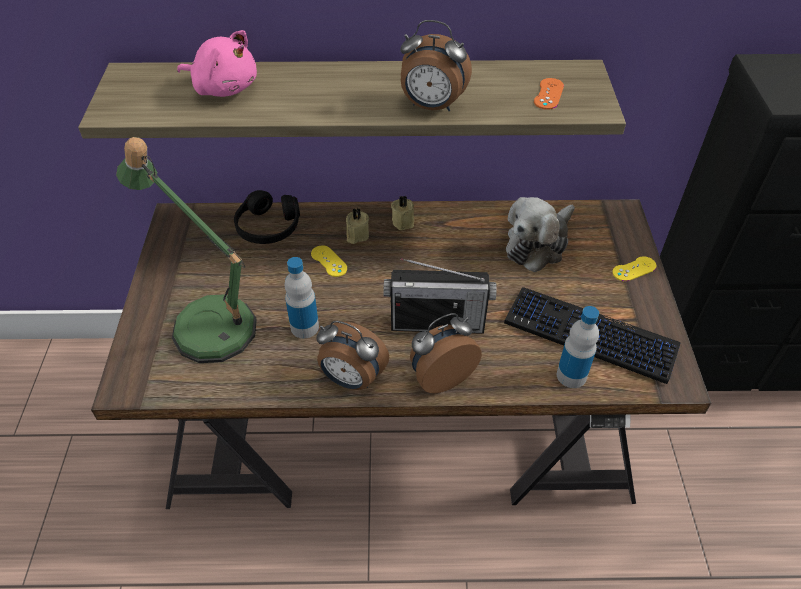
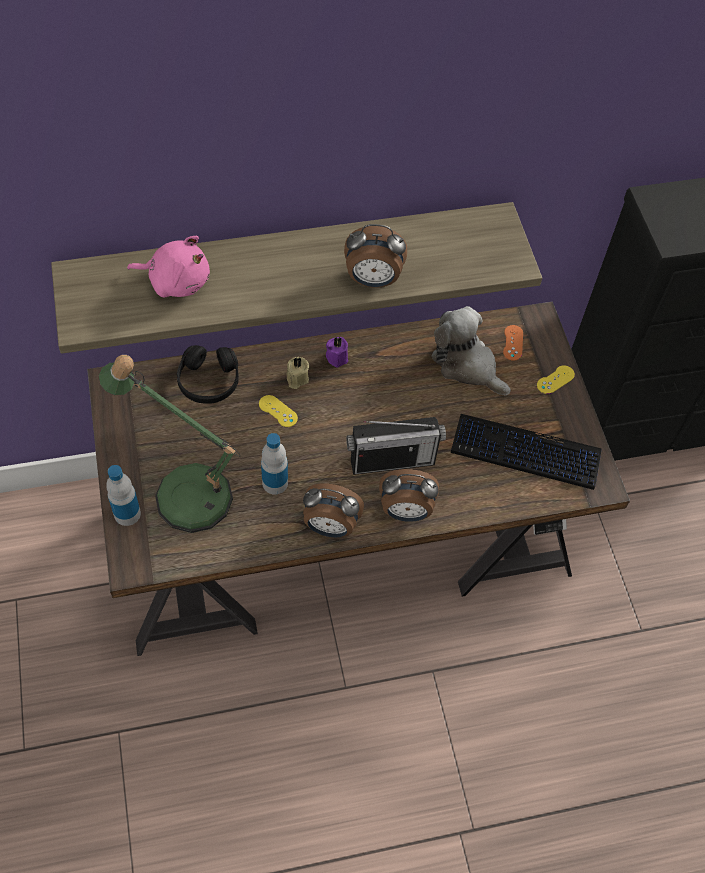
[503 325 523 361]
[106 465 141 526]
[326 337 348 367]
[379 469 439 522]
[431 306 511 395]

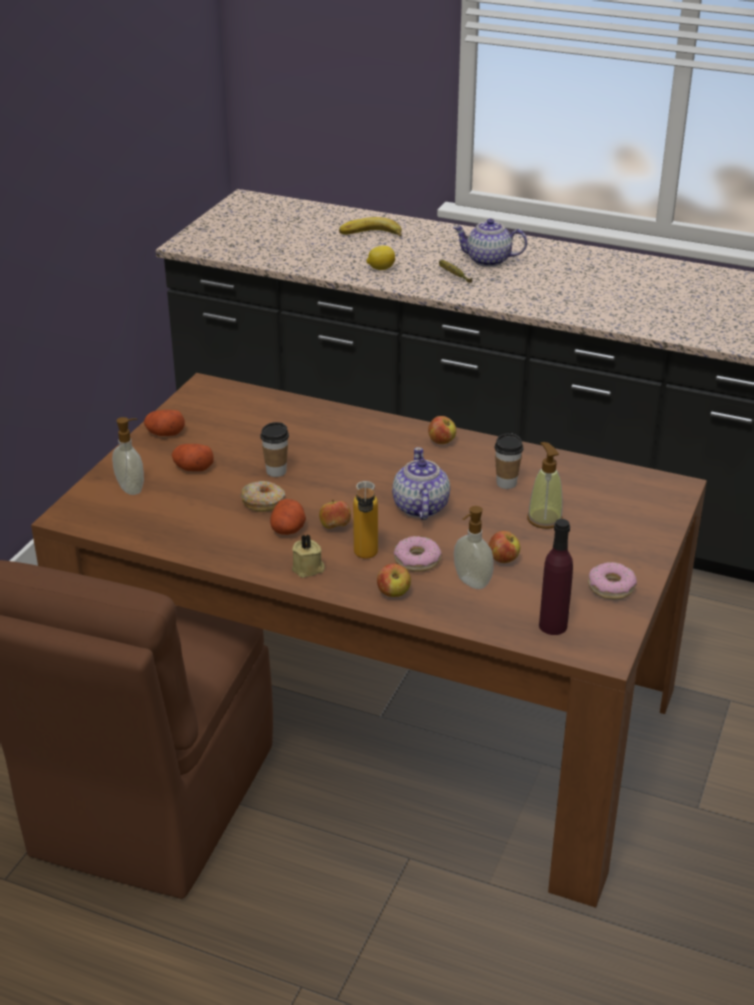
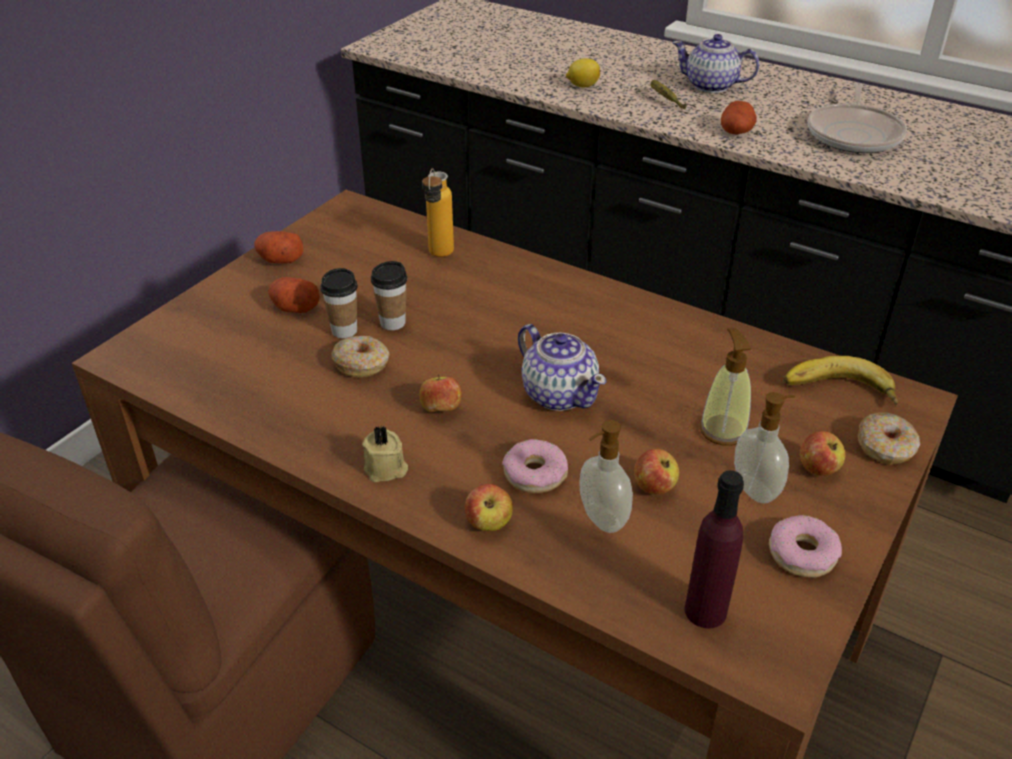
[808 82 907 153]
[858 412 920 465]
[734 392 795 503]
[721 101 757 135]
[784 356 898 406]
[422 168 454 257]
[800 431 845 476]
[320 268 358 338]
[518 324 606 411]

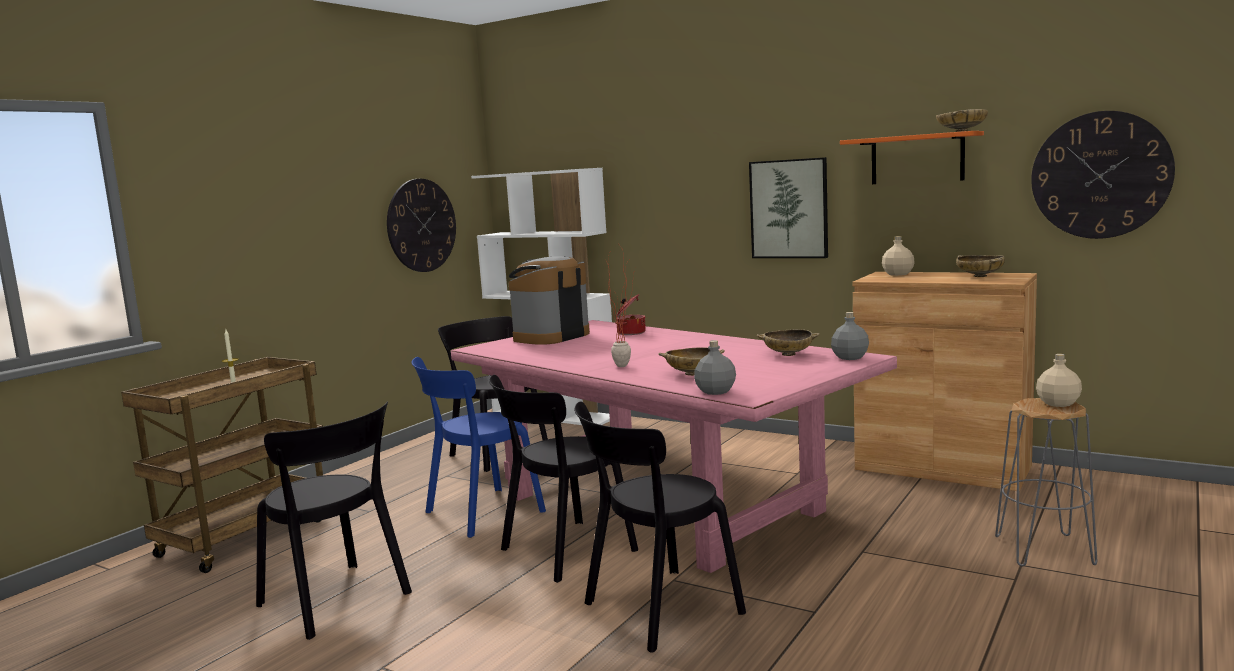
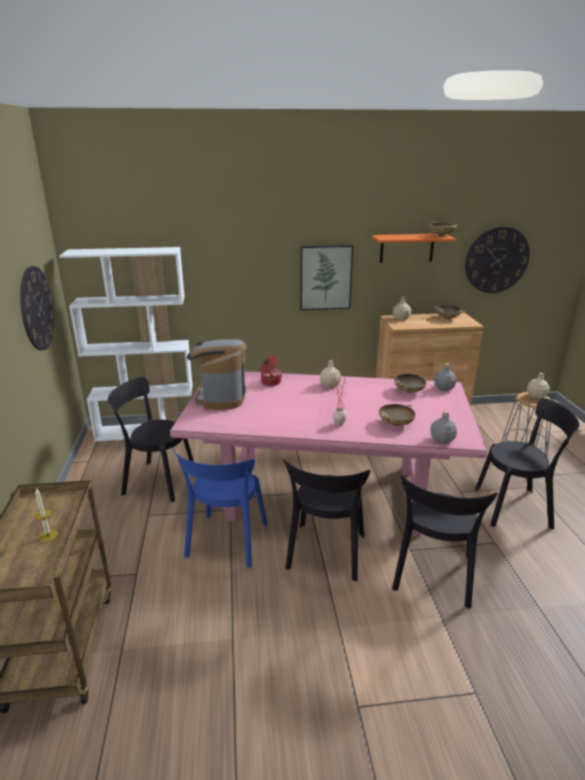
[320 360 341 388]
[475 398 580 529]

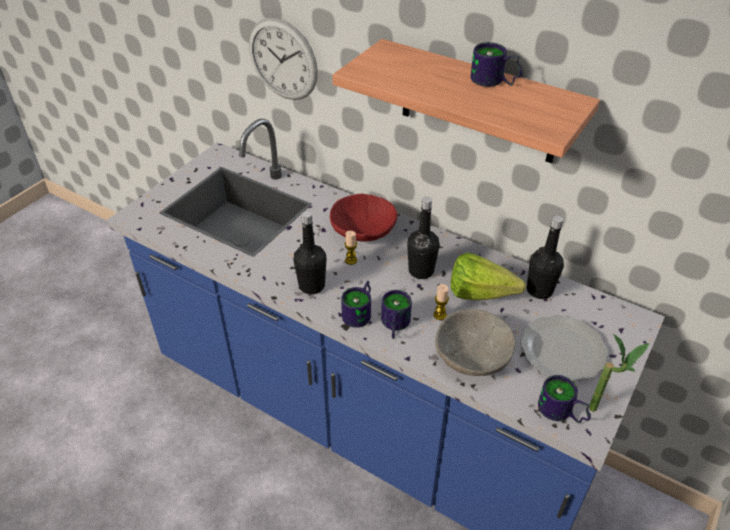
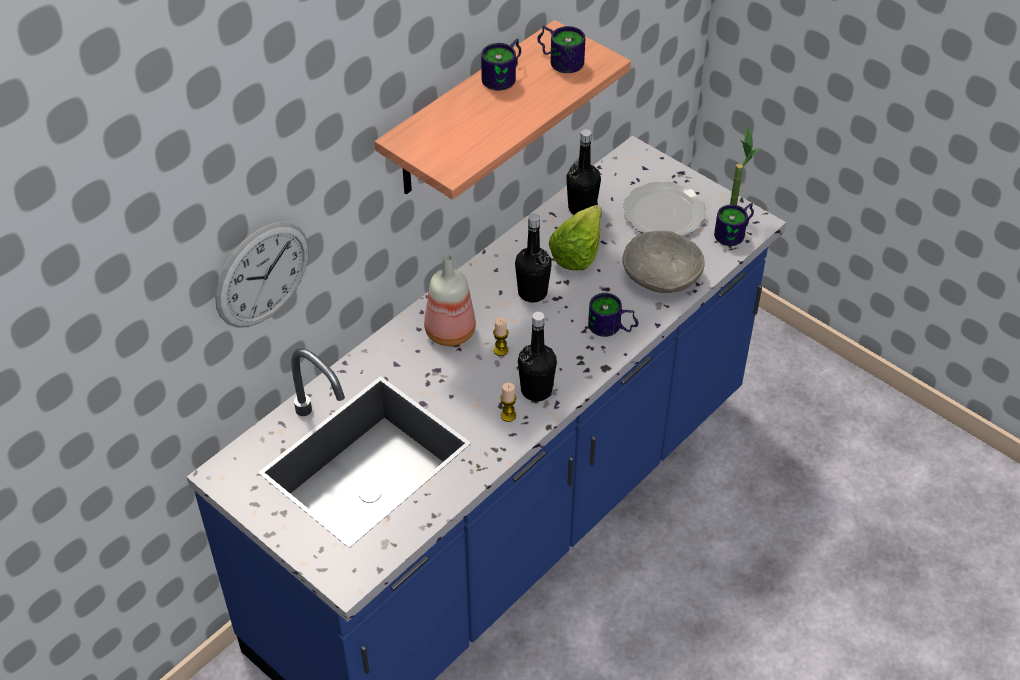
[538 25 585 73]
[500 383 516 422]
[424 255 476 346]

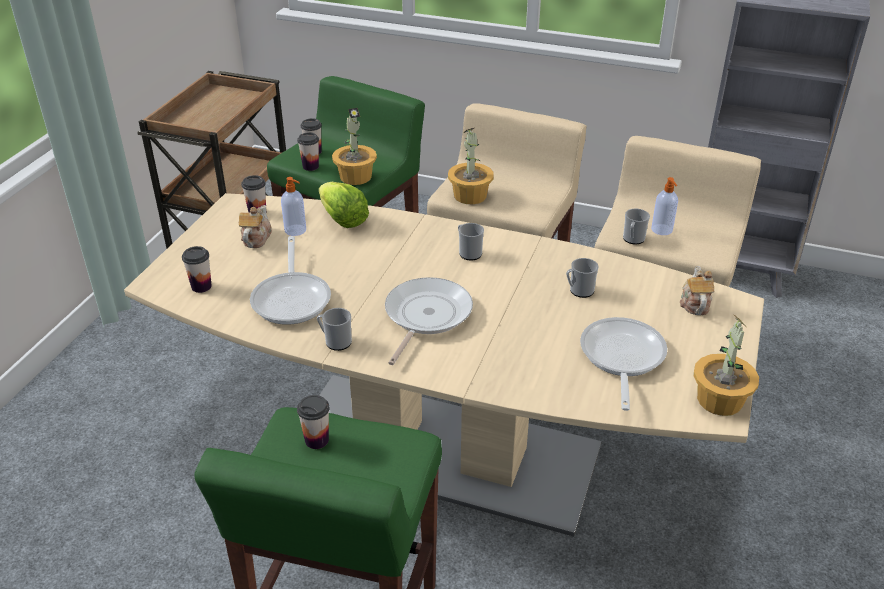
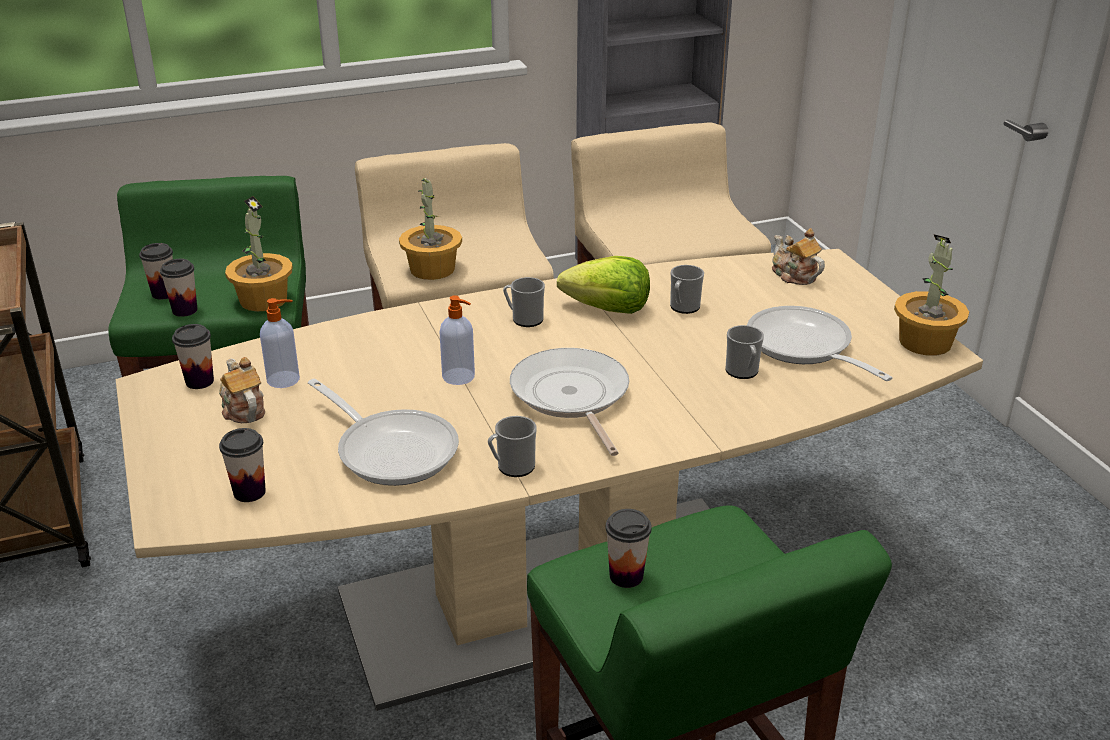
[557 256 650 314]
[725 325 764 379]
[439 295 475 385]

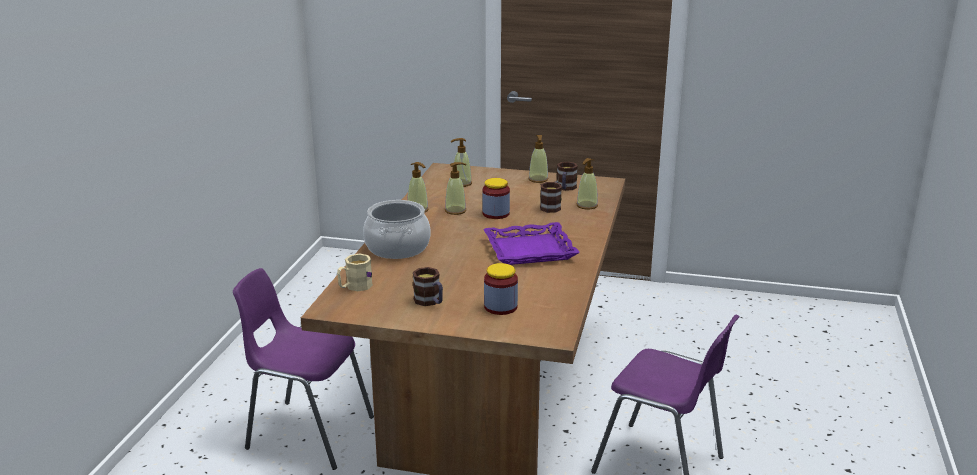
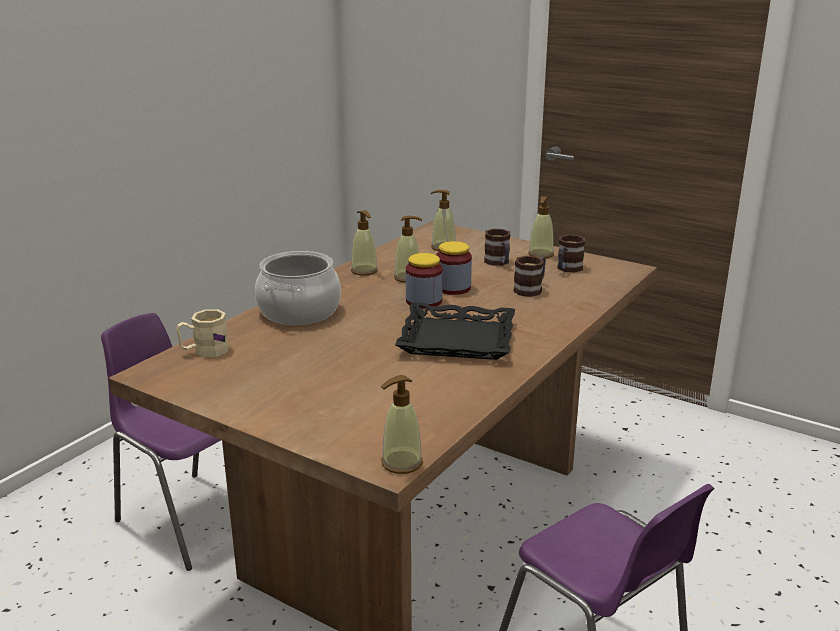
[484 229 510 266]
[406 253 443 309]
[381 375 423 474]
[395 302 515 360]

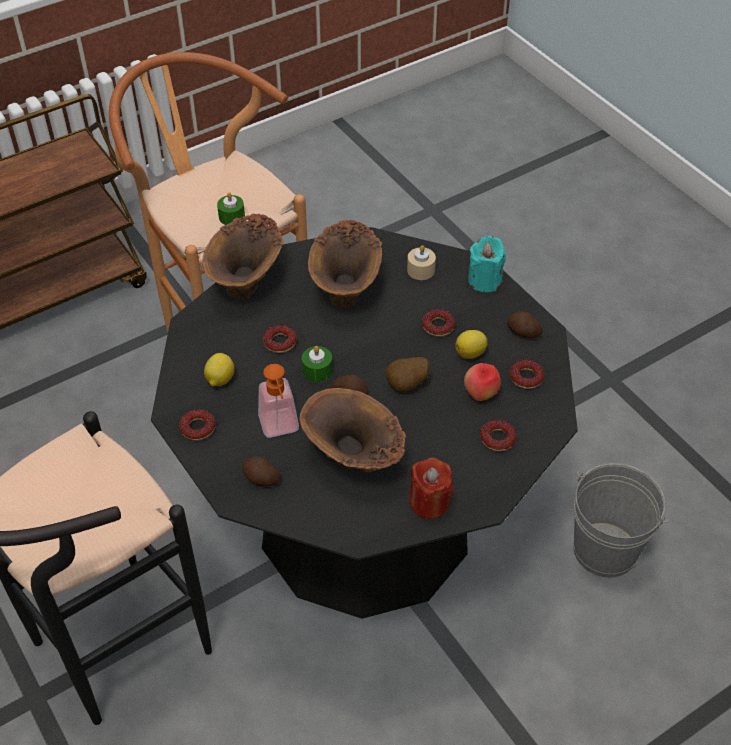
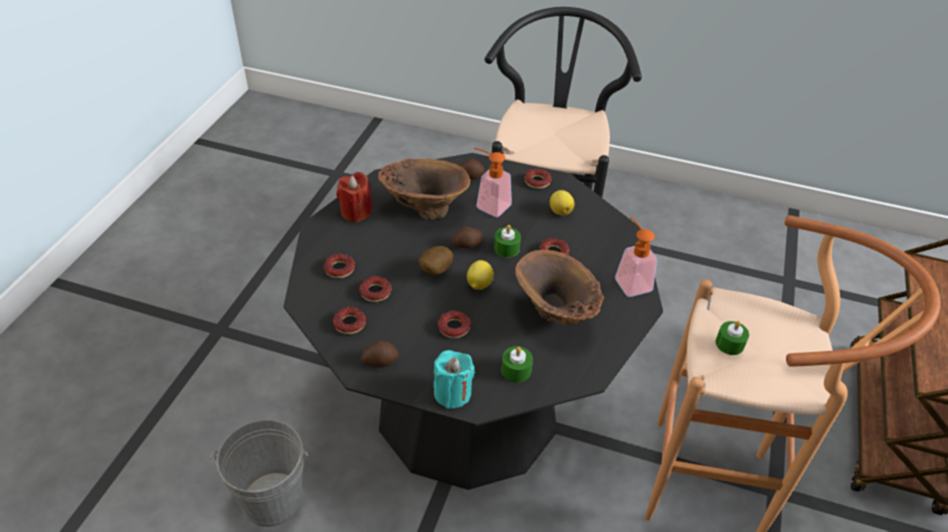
[467 260 494 290]
[615 217 657 297]
[360 276 391 302]
[501 346 533 383]

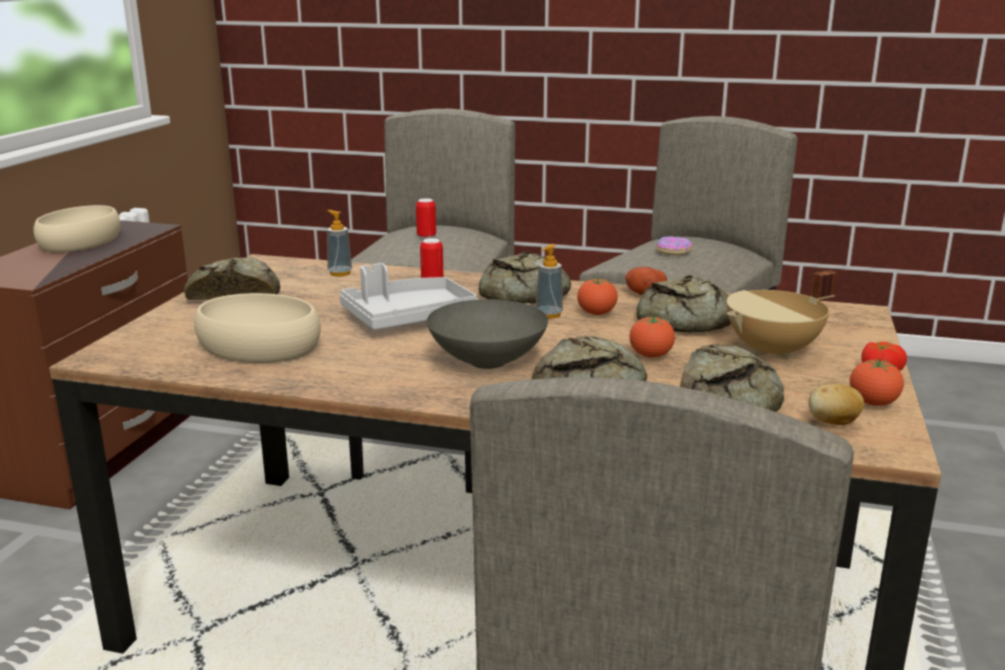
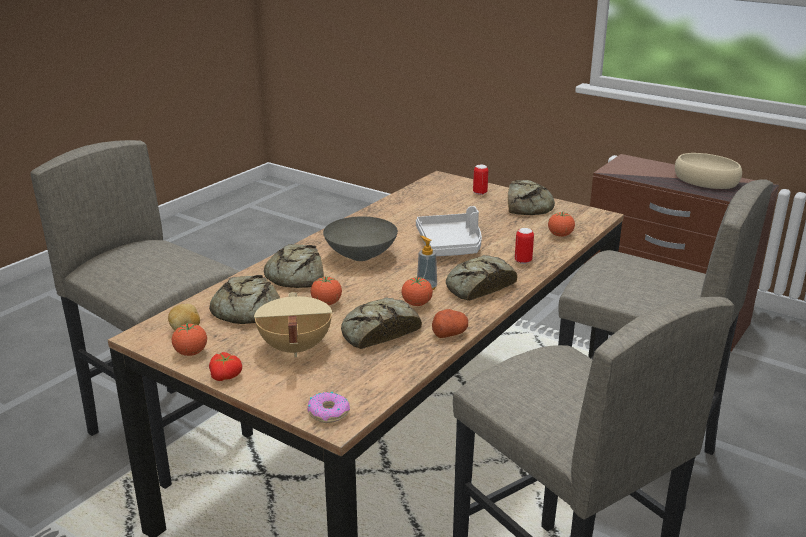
[194 293 321 363] (first image)
[473 165 488 195]
[308 391 350 423]
[548 212 575 237]

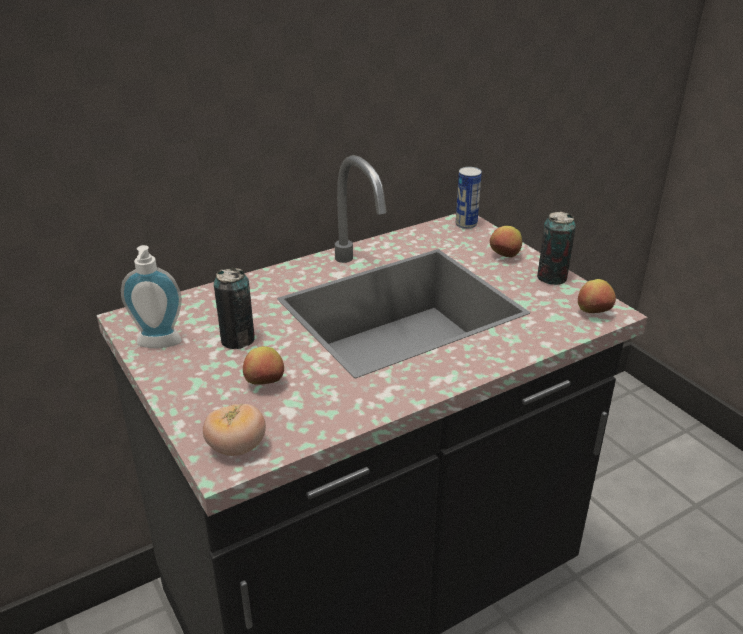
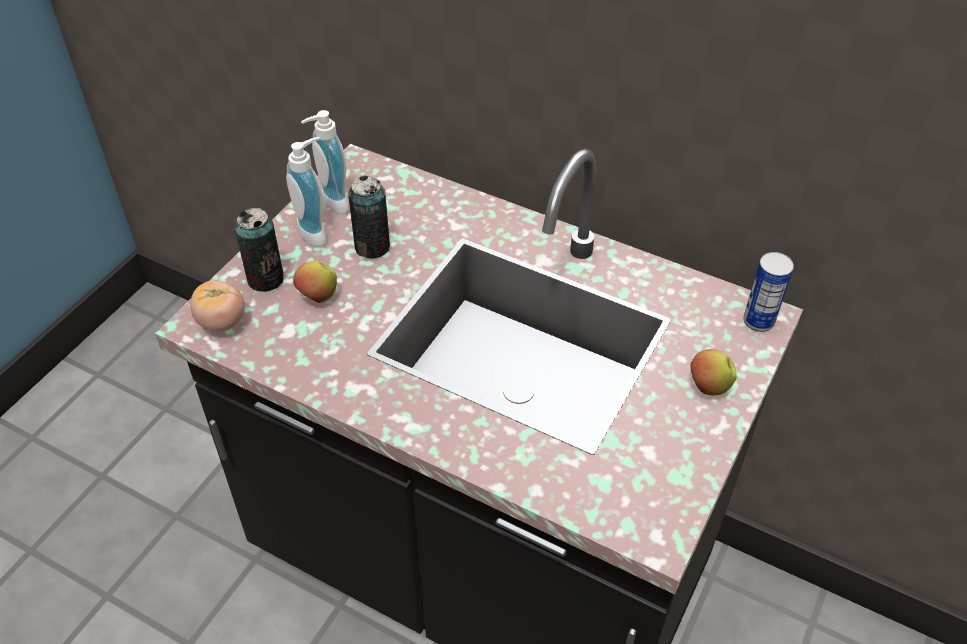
[578 279 616 313] (first image)
[286 137 327 247]
[235 208 284 292]

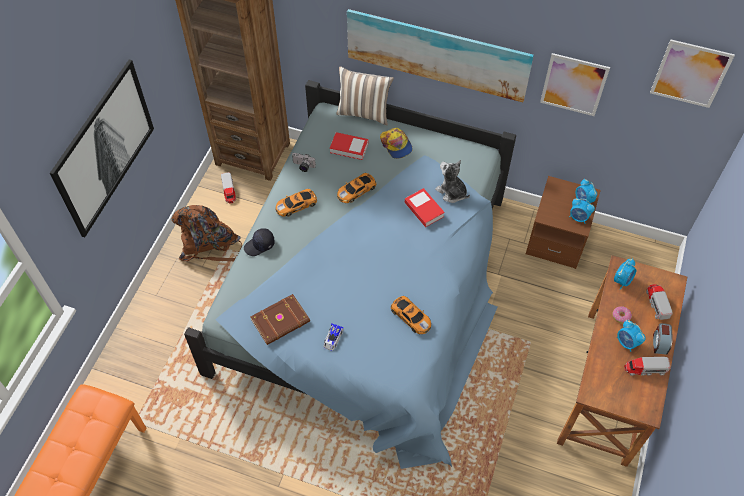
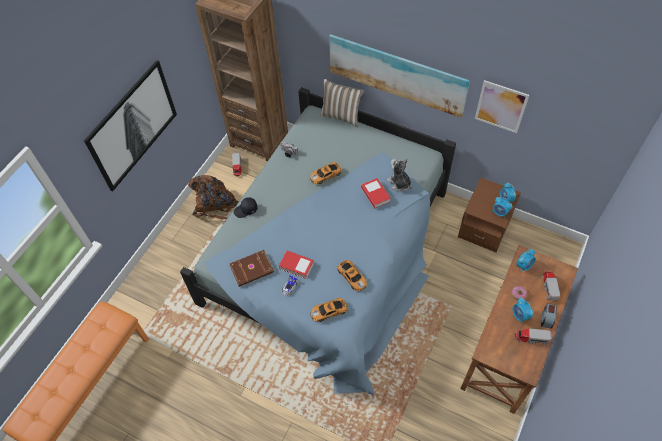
[380 128 413 159] (first image)
[650 39 735 108] (first image)
[310 298 348 322]
[279 251 314 279]

